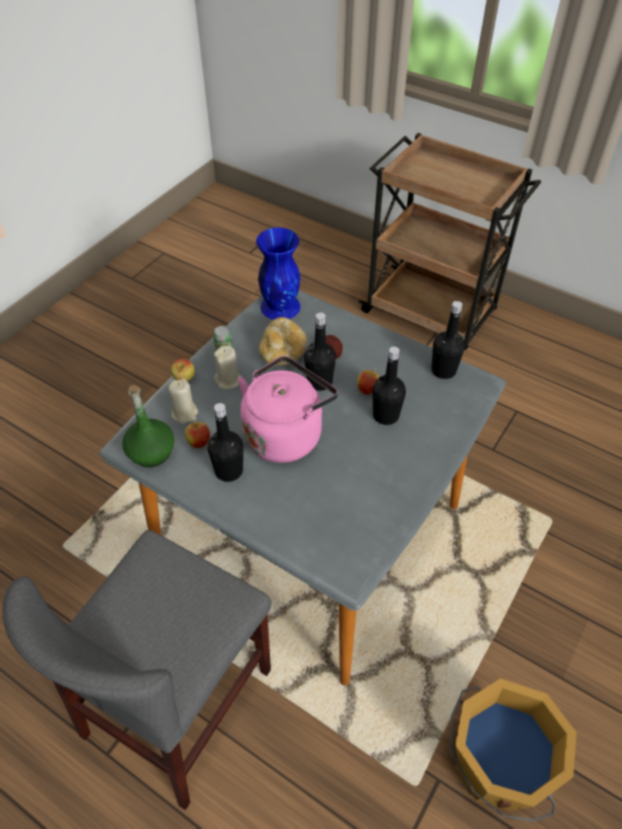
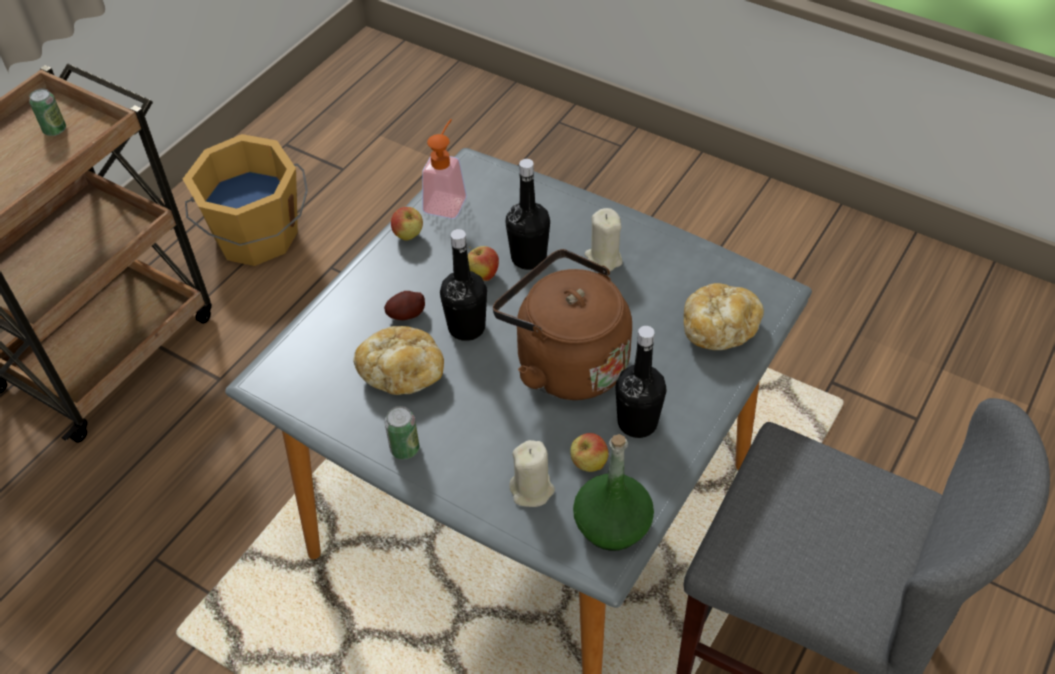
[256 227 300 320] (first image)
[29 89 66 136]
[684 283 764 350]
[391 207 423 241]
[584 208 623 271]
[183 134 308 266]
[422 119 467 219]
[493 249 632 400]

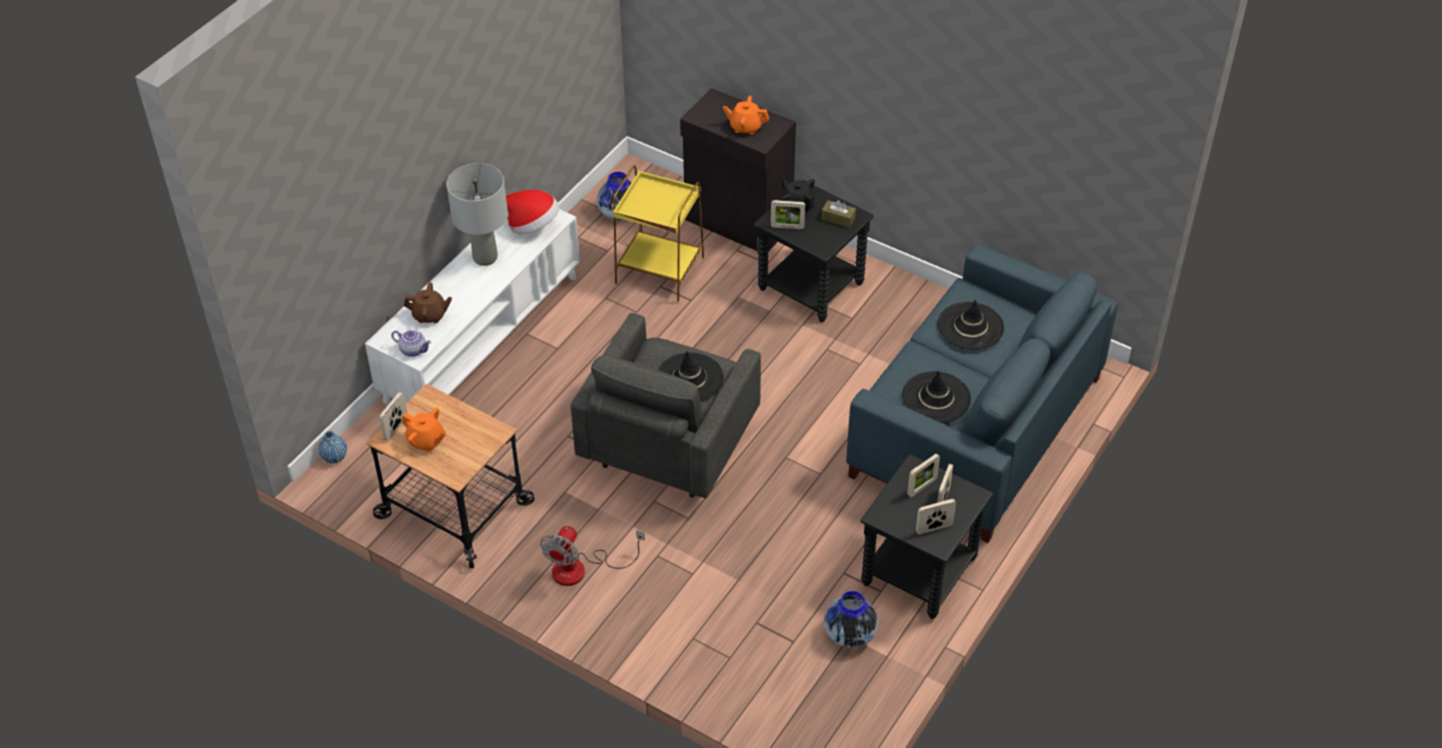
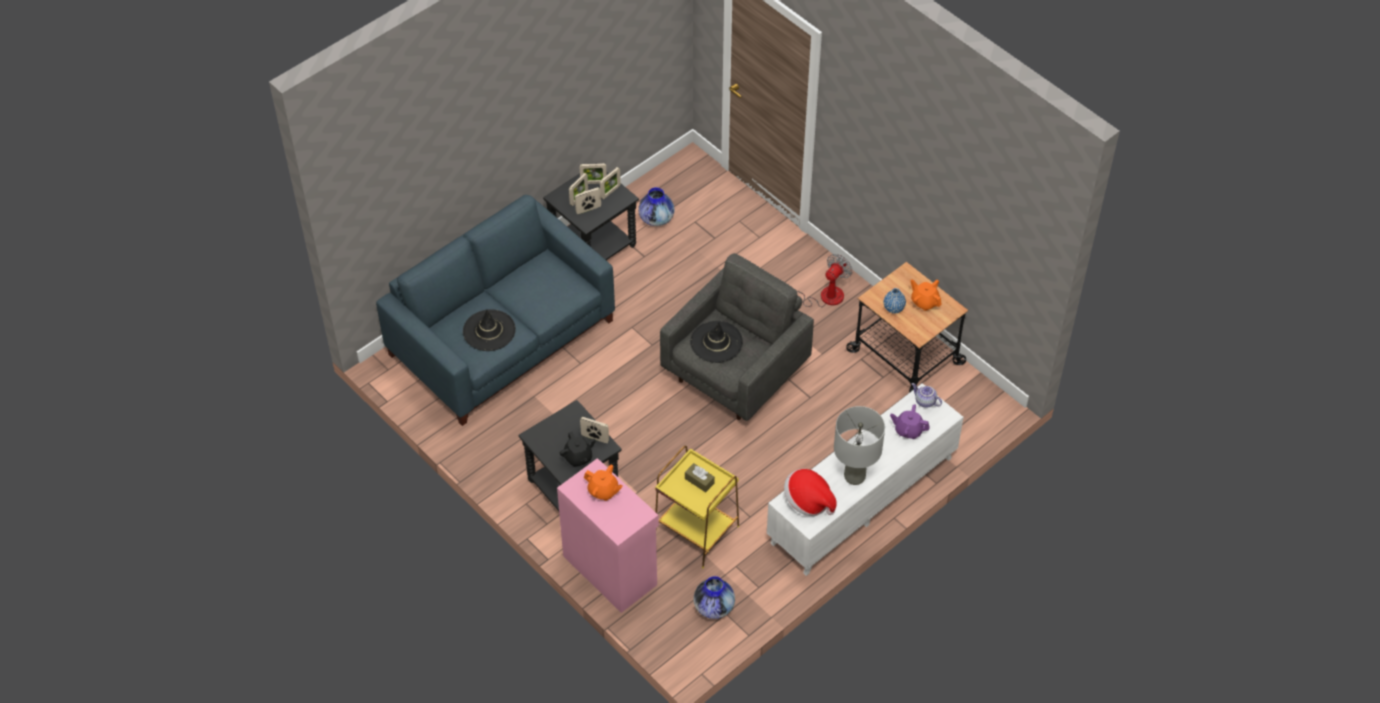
[902 371 971 423] (first image)
[884 288 906 314]
[600 167 621 199]
[685 463 715 493]
[890 404 930 439]
[557 458 659 613]

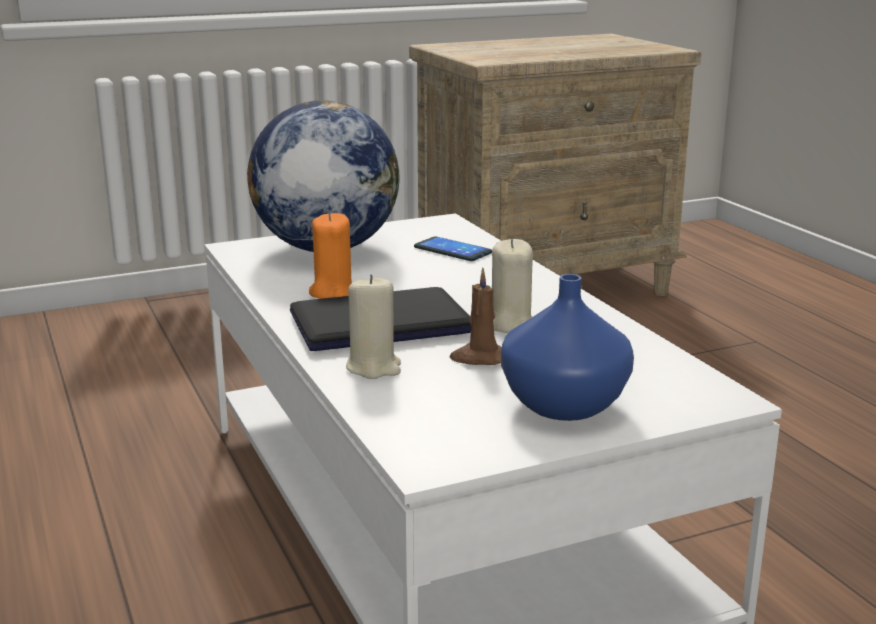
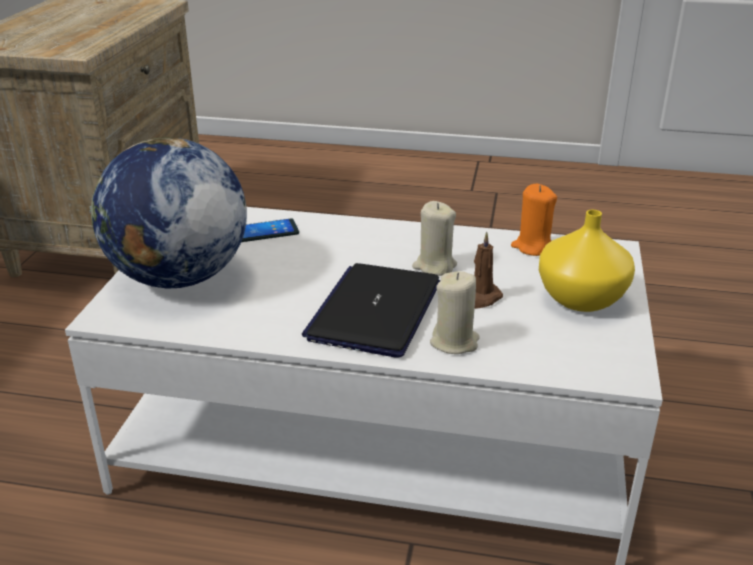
[511 184 557 256]
[539 210 635 312]

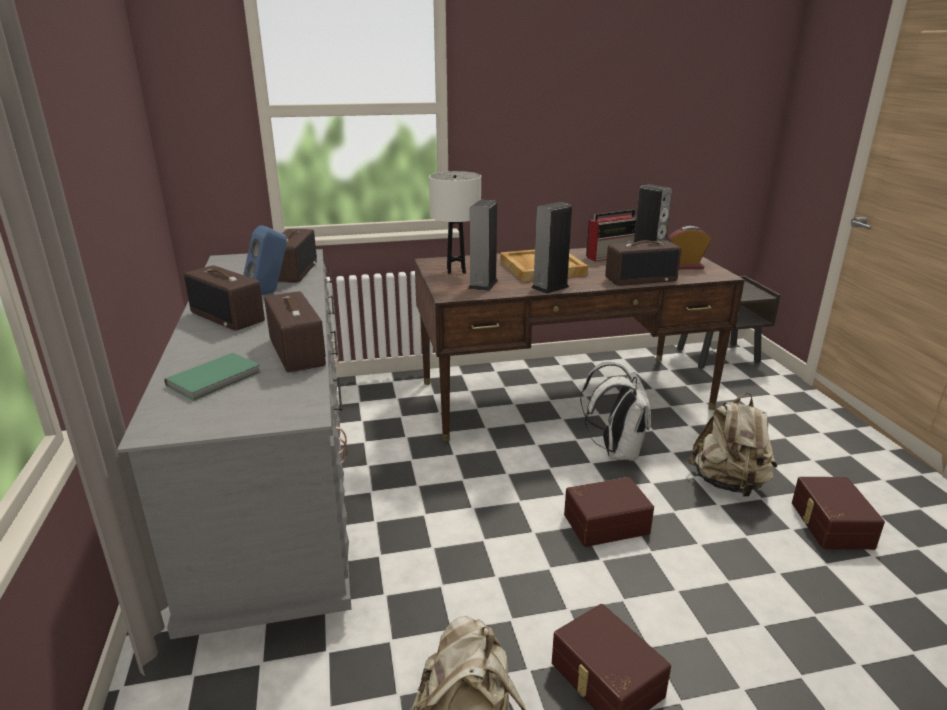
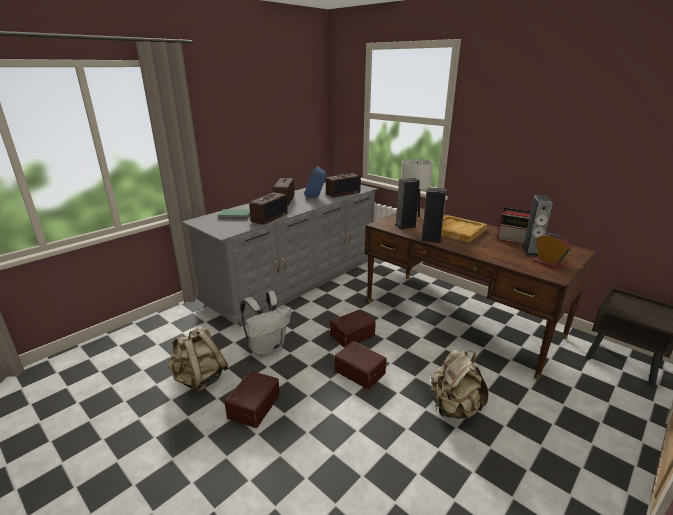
[605 240 681 286] (first image)
[240 291 291 357]
[330 309 376 348]

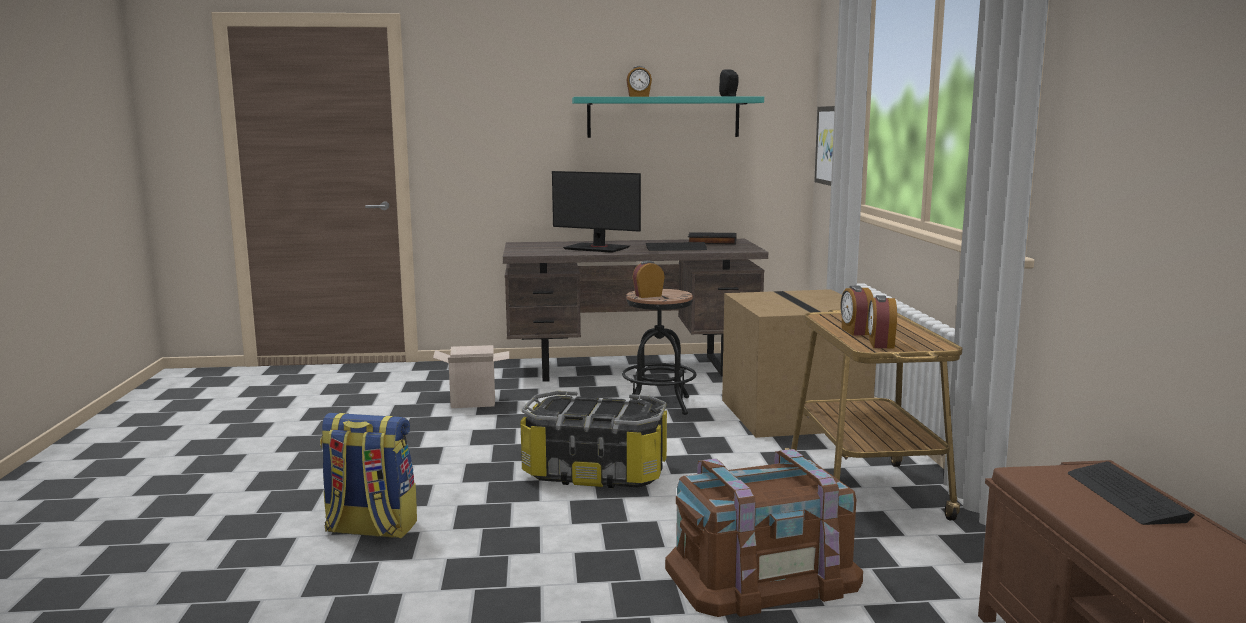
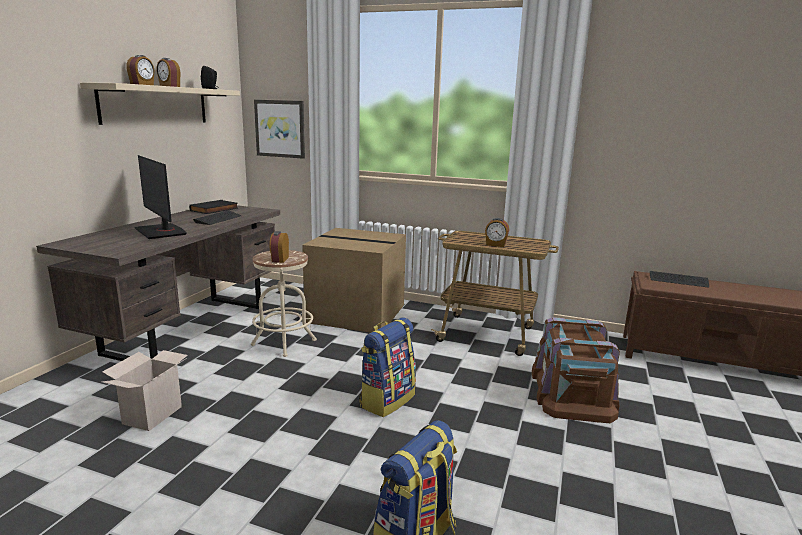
[157 58 180 87]
[359 318 416 417]
[80 82 240 125]
[251 250 317 357]
[134 155 187 239]

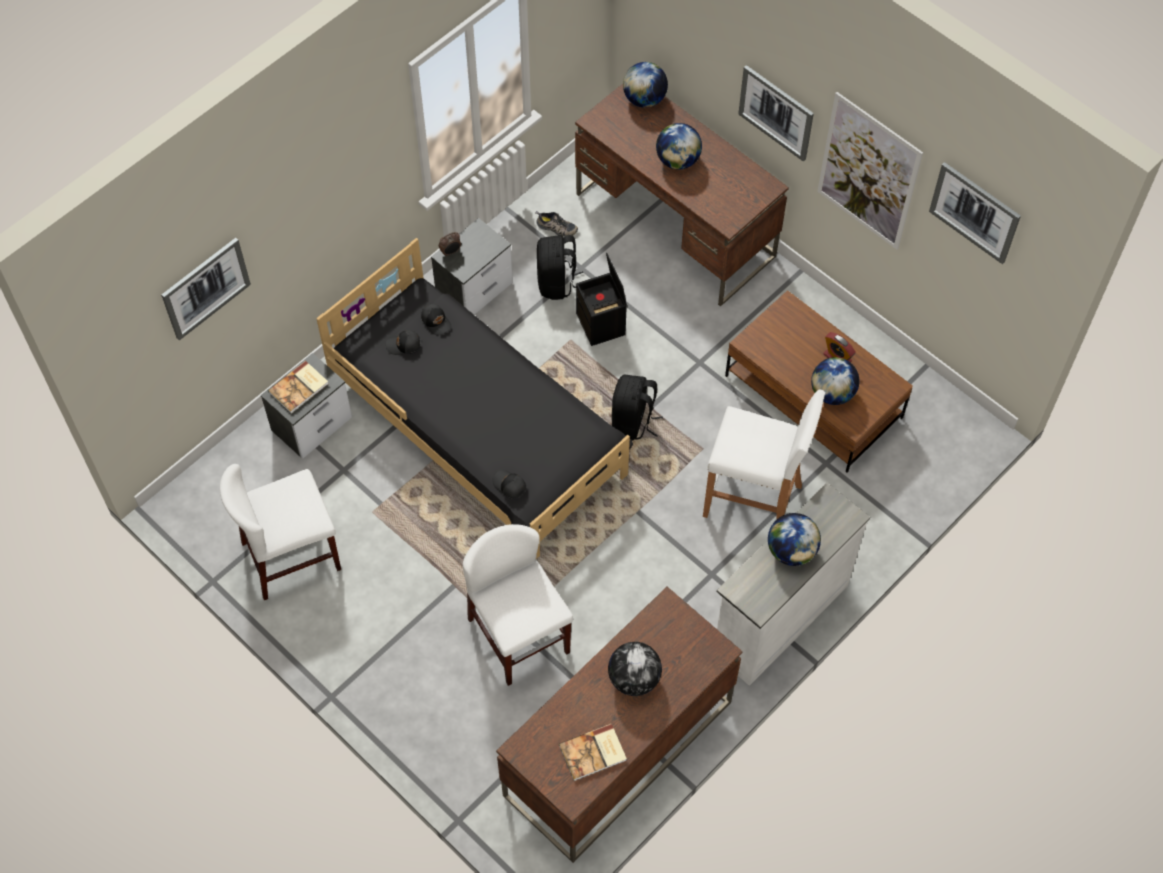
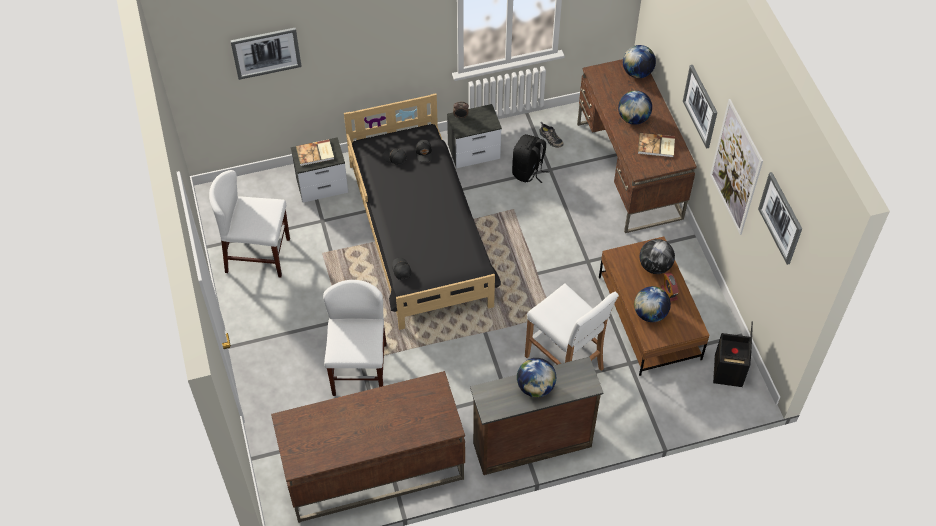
[611 375 663 441] (first image)
[638 133 675 157]
[713 321 753 387]
[640 239 675 274]
[470 357 604 475]

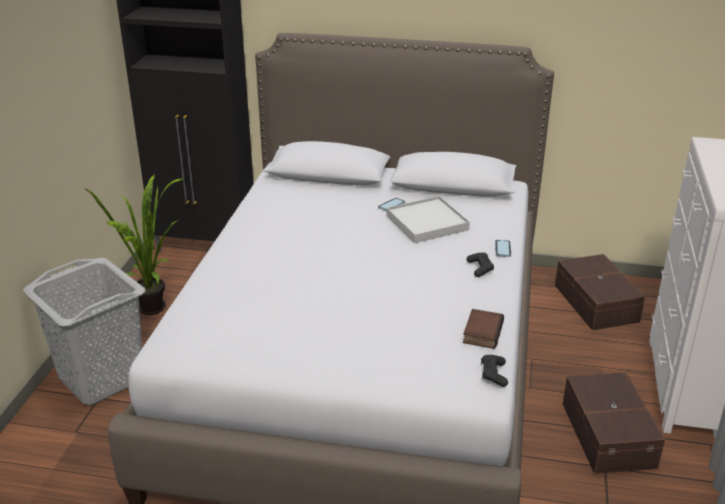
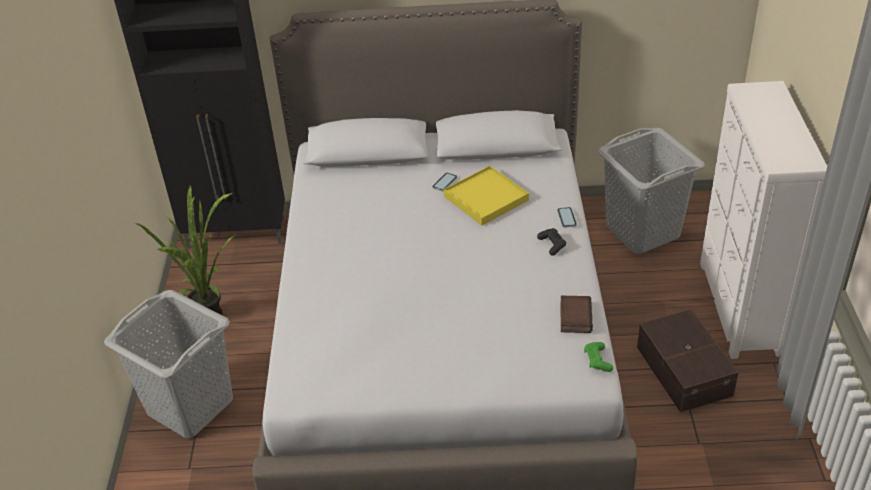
[598 128 705 254]
[444 166 529 226]
[584 342 613 372]

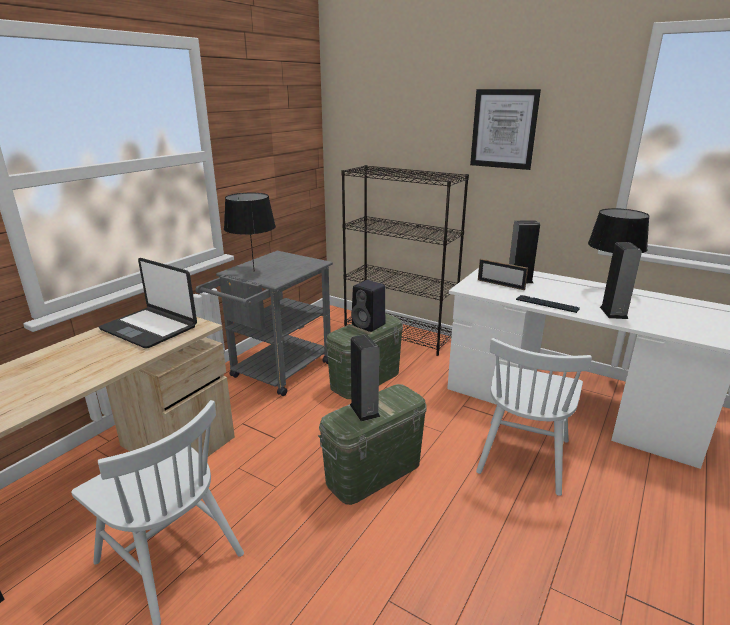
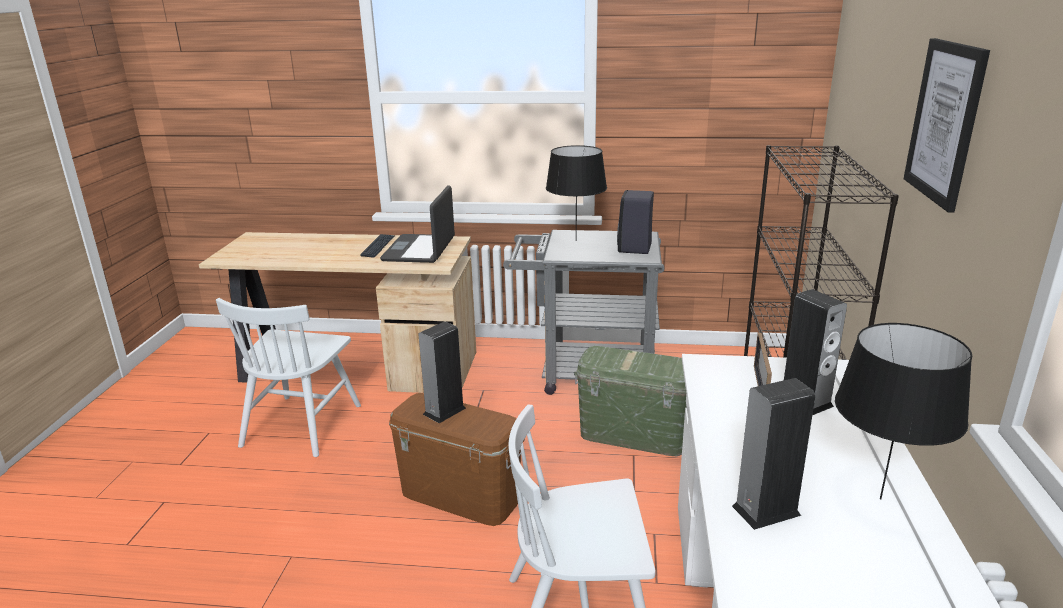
[617 190 654 254]
[360 234 394 258]
[389 393 525 526]

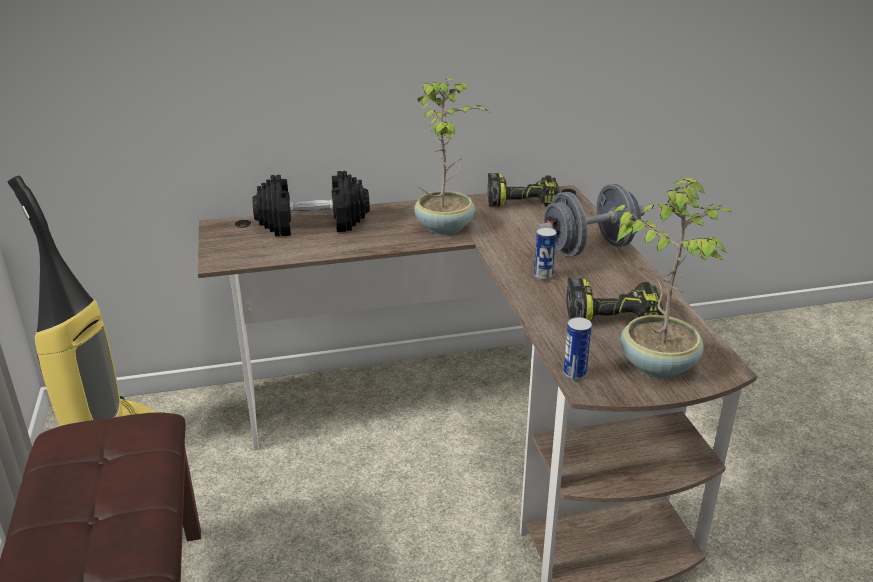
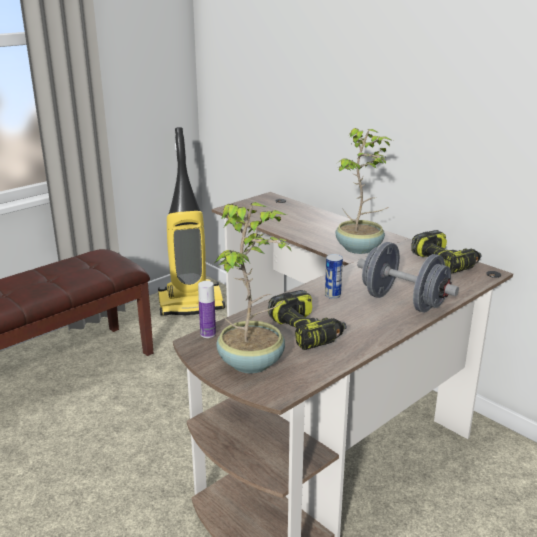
[252 171 370 236] (first image)
[198 281 216 338]

